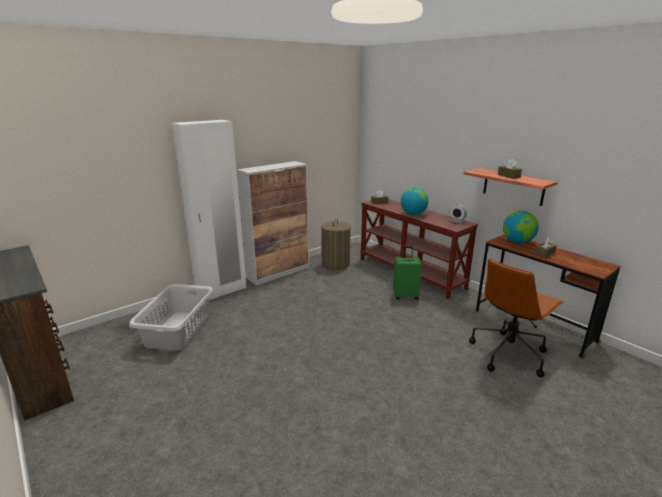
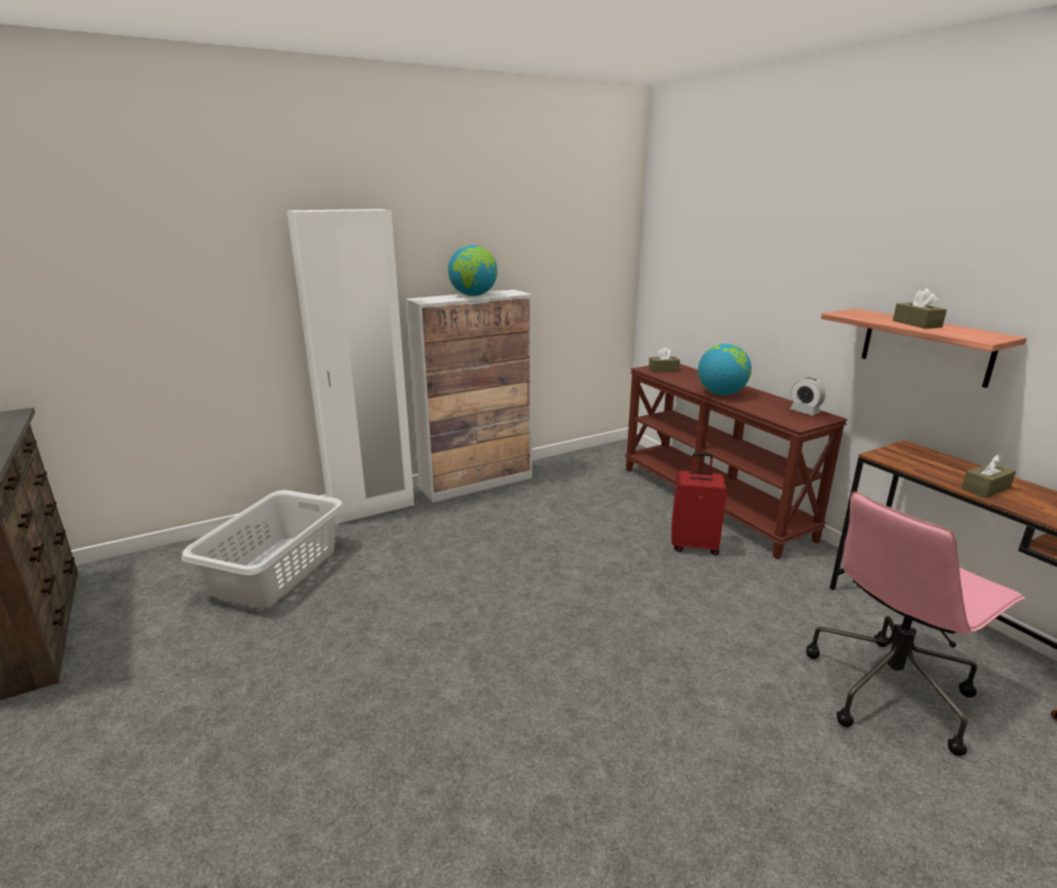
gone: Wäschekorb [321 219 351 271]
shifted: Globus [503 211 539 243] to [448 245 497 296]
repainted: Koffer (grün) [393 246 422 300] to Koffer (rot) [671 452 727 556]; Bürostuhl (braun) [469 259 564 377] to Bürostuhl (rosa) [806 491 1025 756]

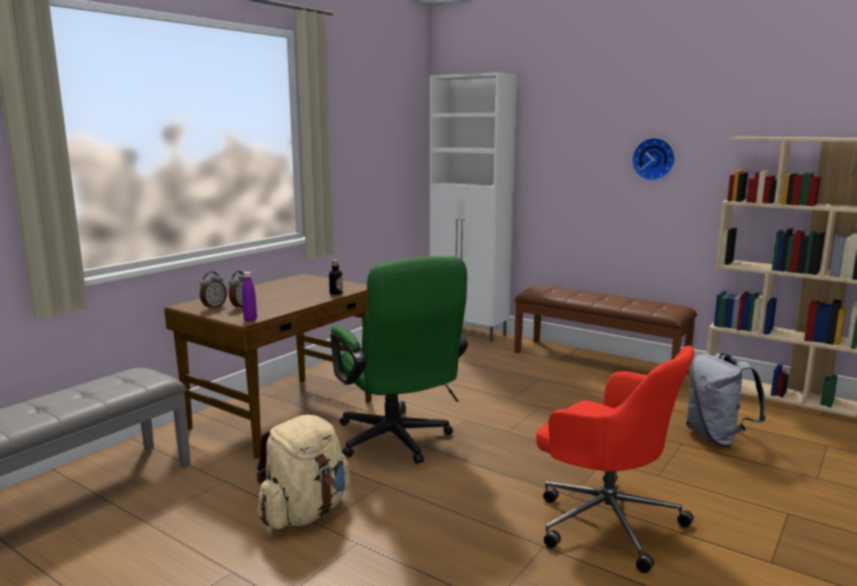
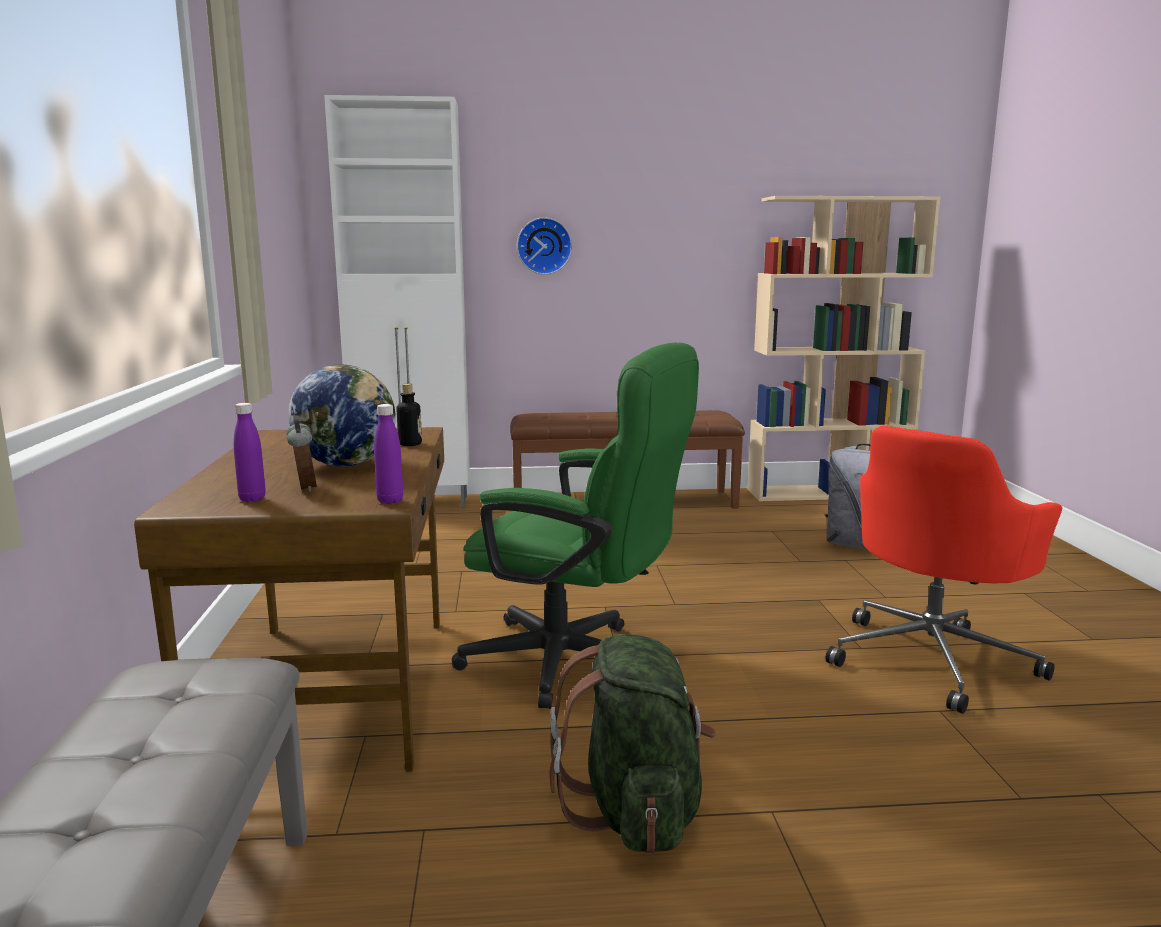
new: Globus [289 364 396 467]
shifted: Wanduhr [632 138 675 181] to [517 217 572 275]
swapped: Wecker [200 272 227 310] to Flasche (lila) [234 403 266 502]
repainted: Rucksack (beige) [256 415 350 529] to Rucksack (grün) [549 634 716 854]
rotated: Bürostuhl (rot) [536 346 694 573] = [826 426 1062 714] 135 degrees clockwise

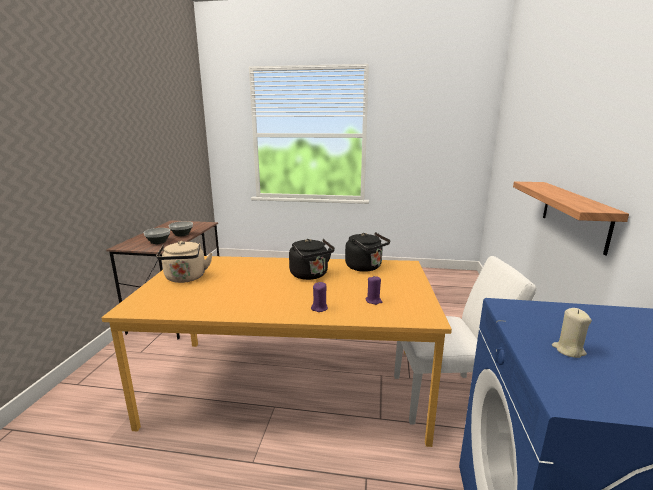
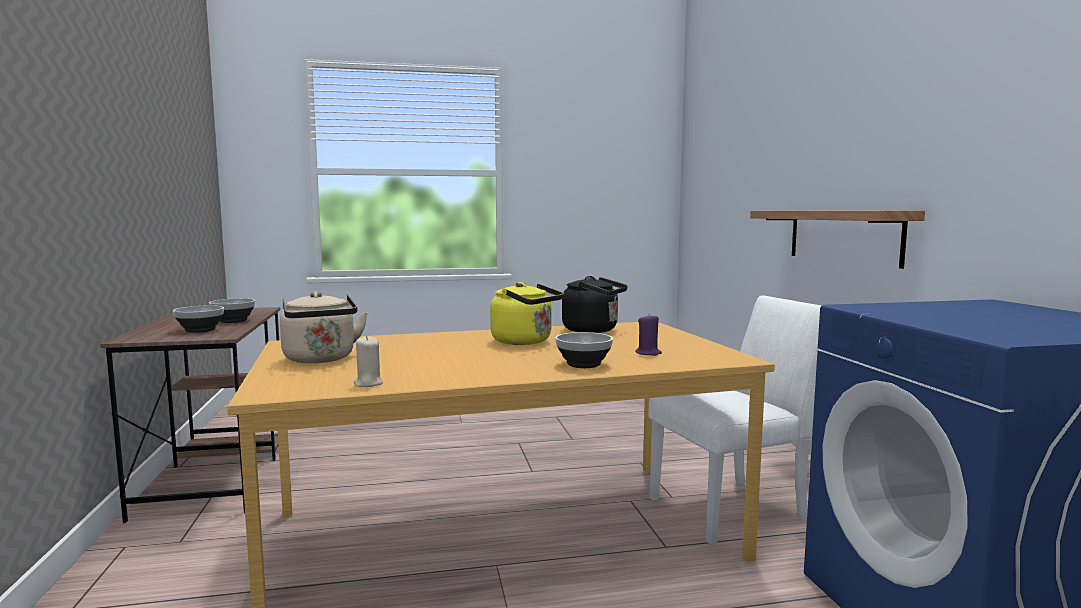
shifted: Kerze (beige) [552 308 592 358] to [354 336 383 387]
swapped: Kerze (lila) [311 282 328 312] to Schüssel [555 332 613 368]
repainted: Wasserkessel (schwarz) [289 239 335 280] to Wasserkessel (gelb) [490 282 564 345]

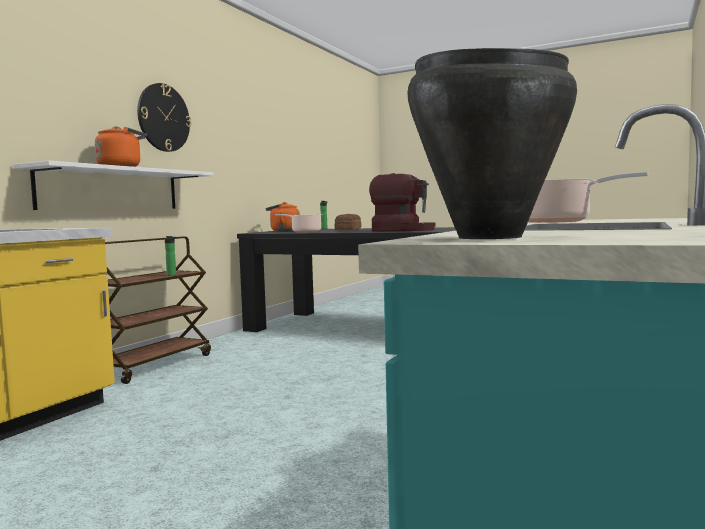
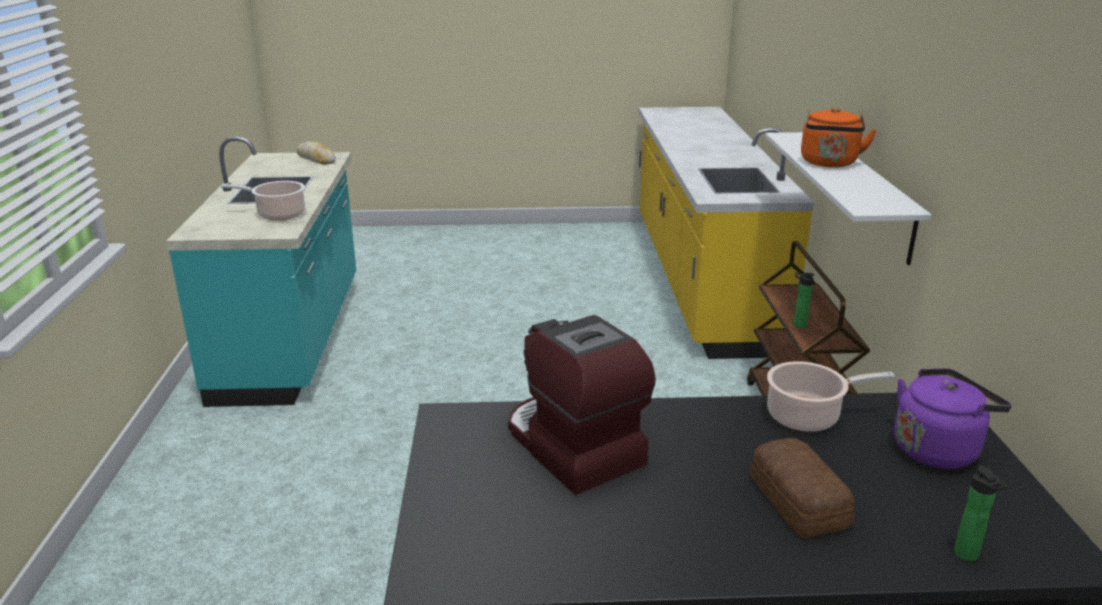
gone: Wanduhr [137 83 191 152]
swapped: Kochtopf (schwarz) [407 48 577 239] to Brot [297 141 336 165]
repainted: Wasserkessel (orange) [265 202 300 232] to Wasserkessel (lila) [894 368 1012 469]
rotated: Kaffeemaschine [369 173 436 231] = [508 315 656 495] 60 degrees clockwise

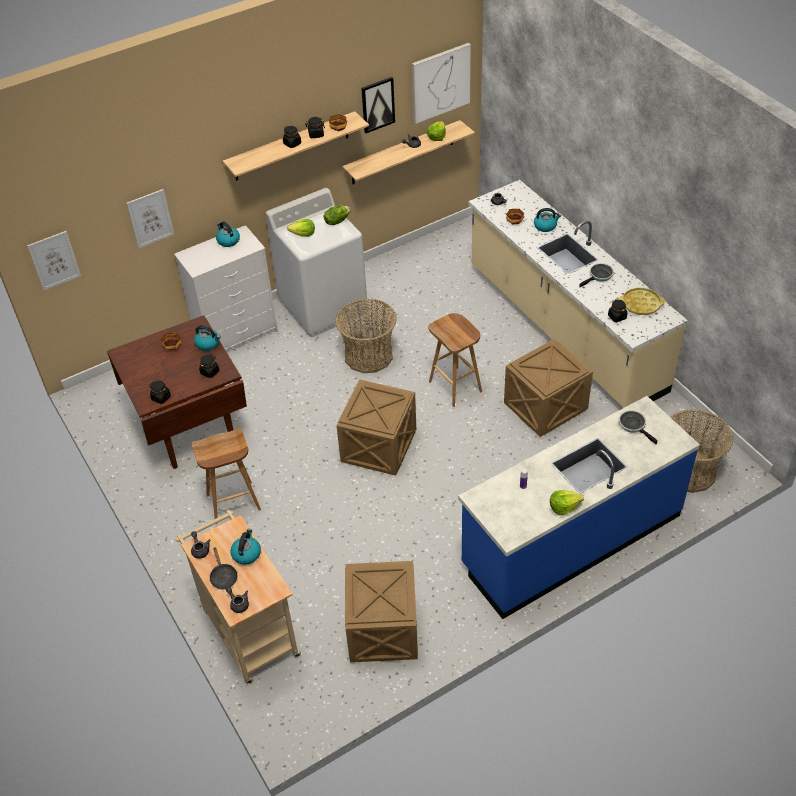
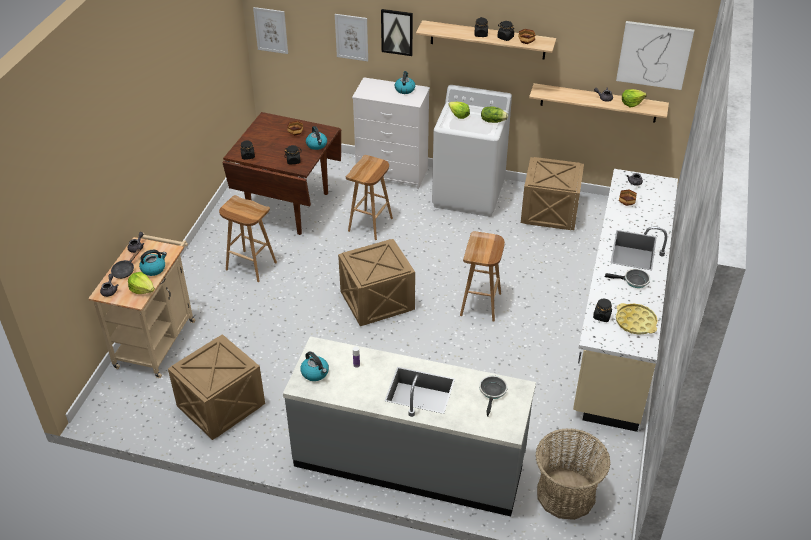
gone: Korb [335 298 397 373]
new: Hocker (braun) [346 155 393 240]
shifted: Bild [361 77 395 133] to [381 9 413 56]; Kiste [504 339 593 437] to [521 157 584 230]; Wasserkessel [534 208 561 232] to [300 351 329 381]; Salatkopf [550 490 584 515] to [128 272 155 294]
repainted: Küchenzeile (blau) [458 396 700 619] to Küchenzeile (grau) [283 336 536 517]

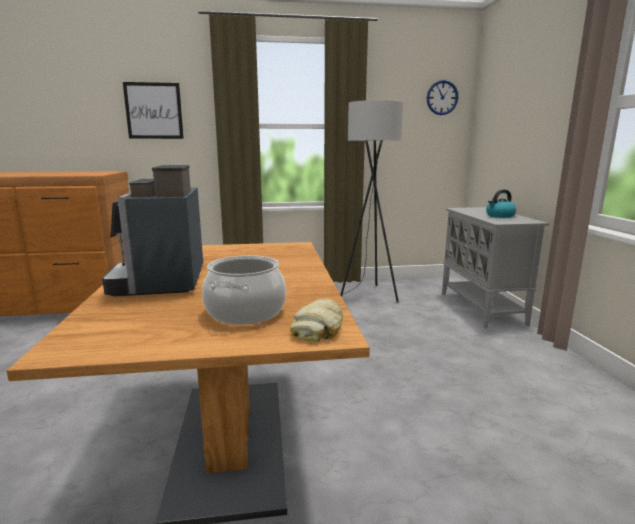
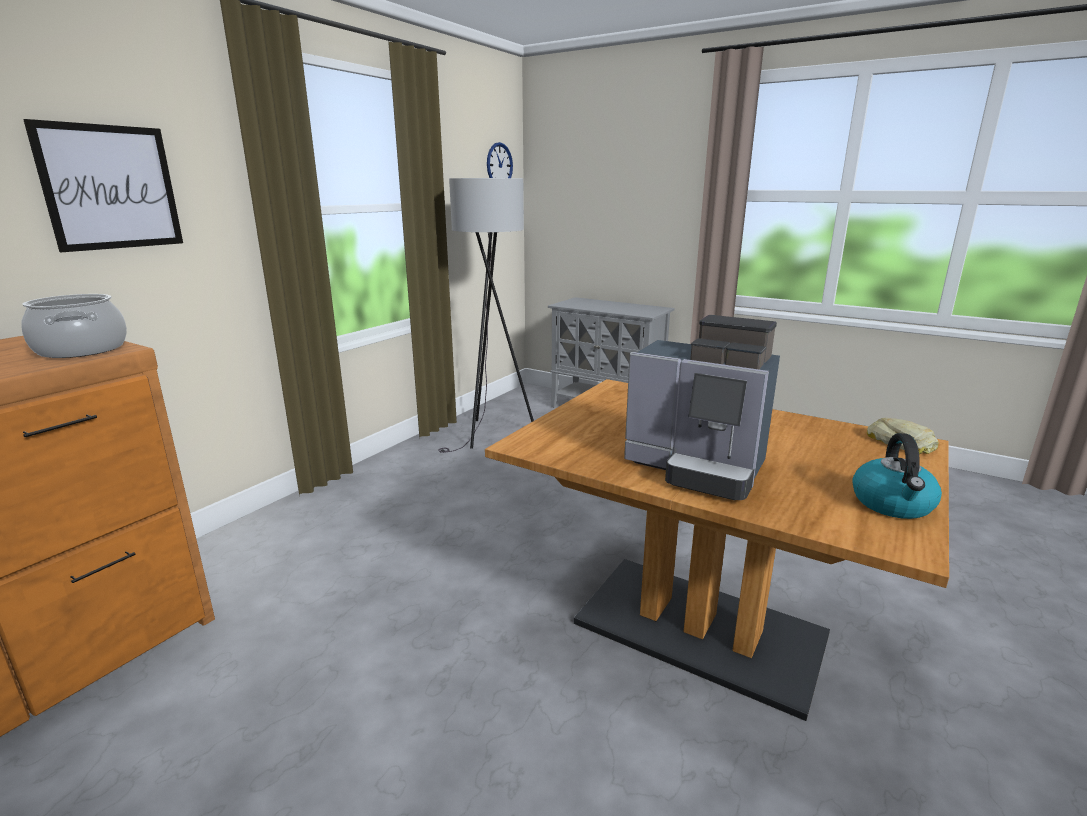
shifted: Kochtopf [202 255 286 325] to [21 294 127 358]; Wasserkessel [486 189 516 218] to [852 433 942 519]

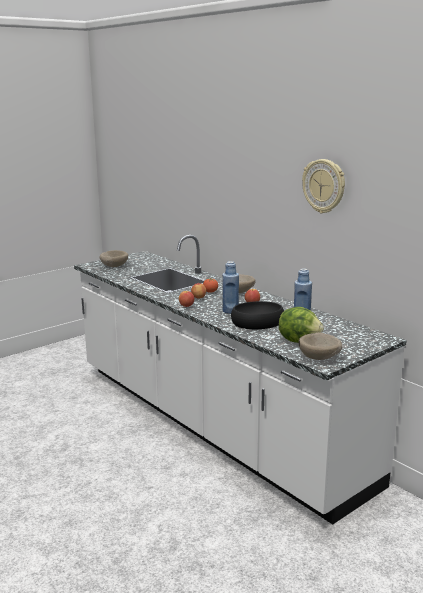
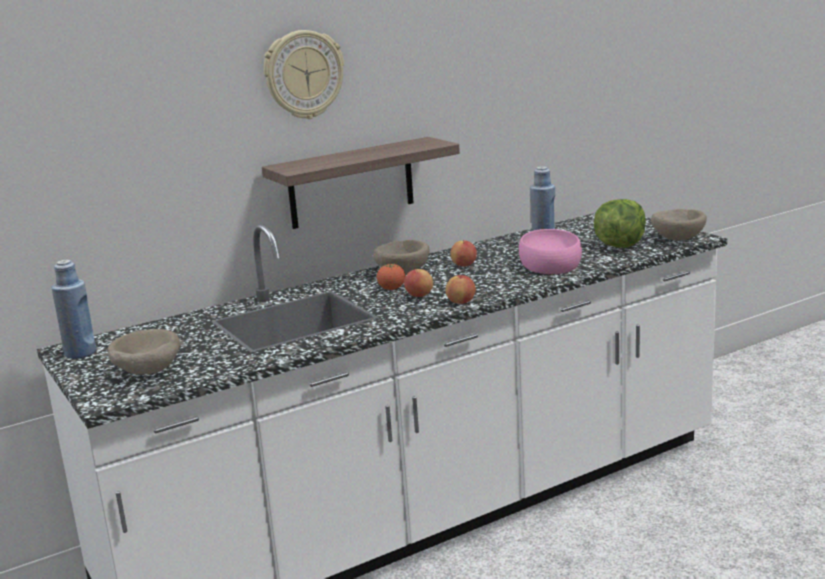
new: Wandregal [262 137 460 229]
shifted: Flasche (blau) [222 261 239 314] to [52 260 96 359]; Wanduhr [302 159 345 214] to [264 30 344 119]
repainted: Schüssel (schwarz) [231 301 284 329] to Schüssel (rosa) [519 229 582 274]

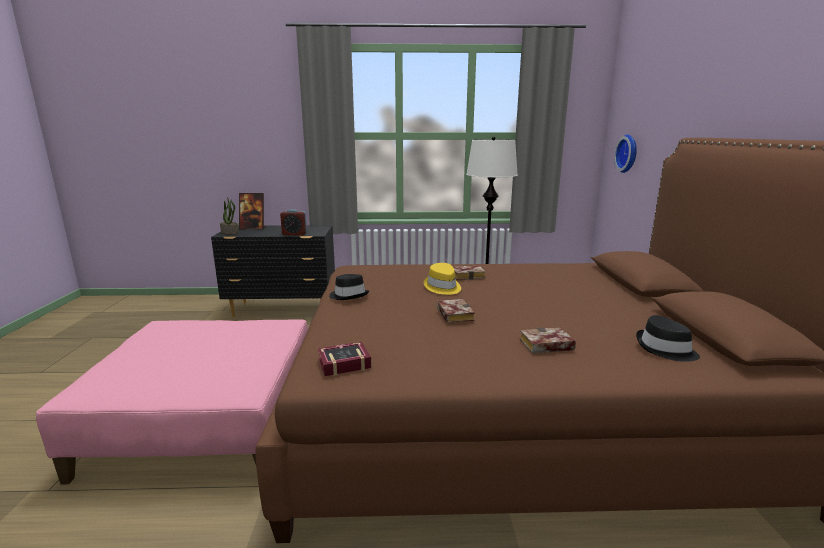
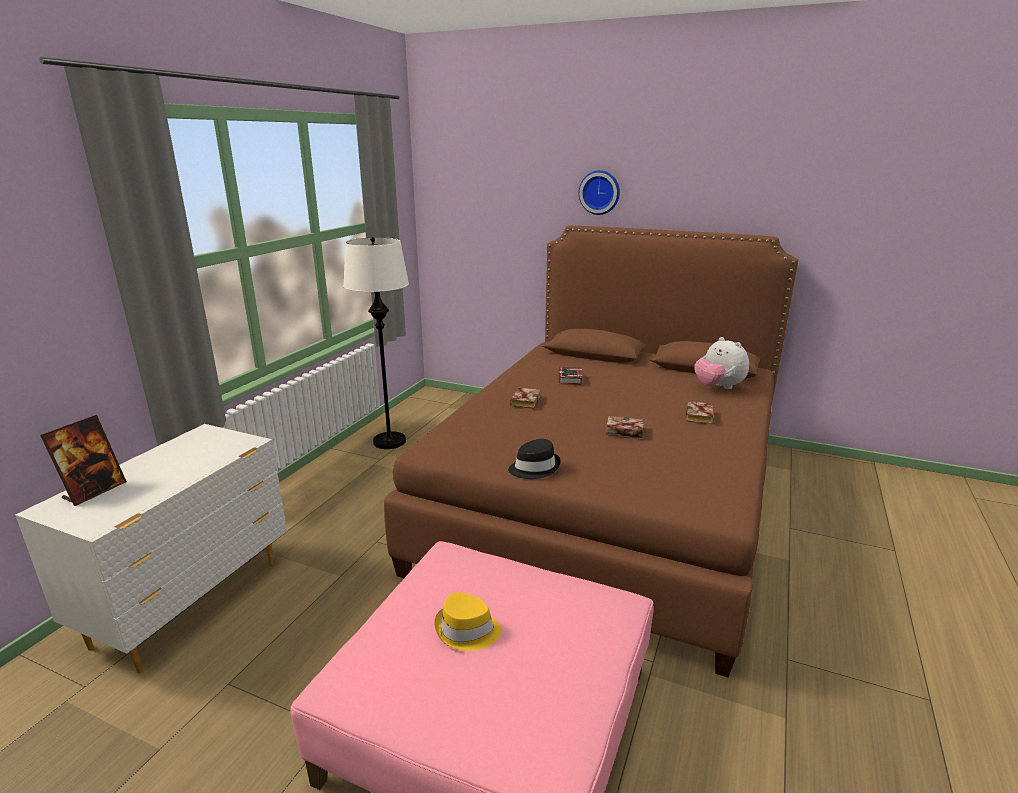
gone: Topfpflanze [220 197 239 234]; Wecker [280 209 307 236]
shifted: Buch [317 341 371 376] to [559 367 583 385]; Hut (gelb) [424 263 461 295] to [434 592 502 651]; Wanduhr [614 134 637 173] to [579 170 620 215]
swapped: Hut (schwarz) [636 315 700 362] to Plüschtier [694 337 749 389]
repainted: Kommode (schwarz) [211 225 335 317] to Kommode (weiß) [15 424 287 673]

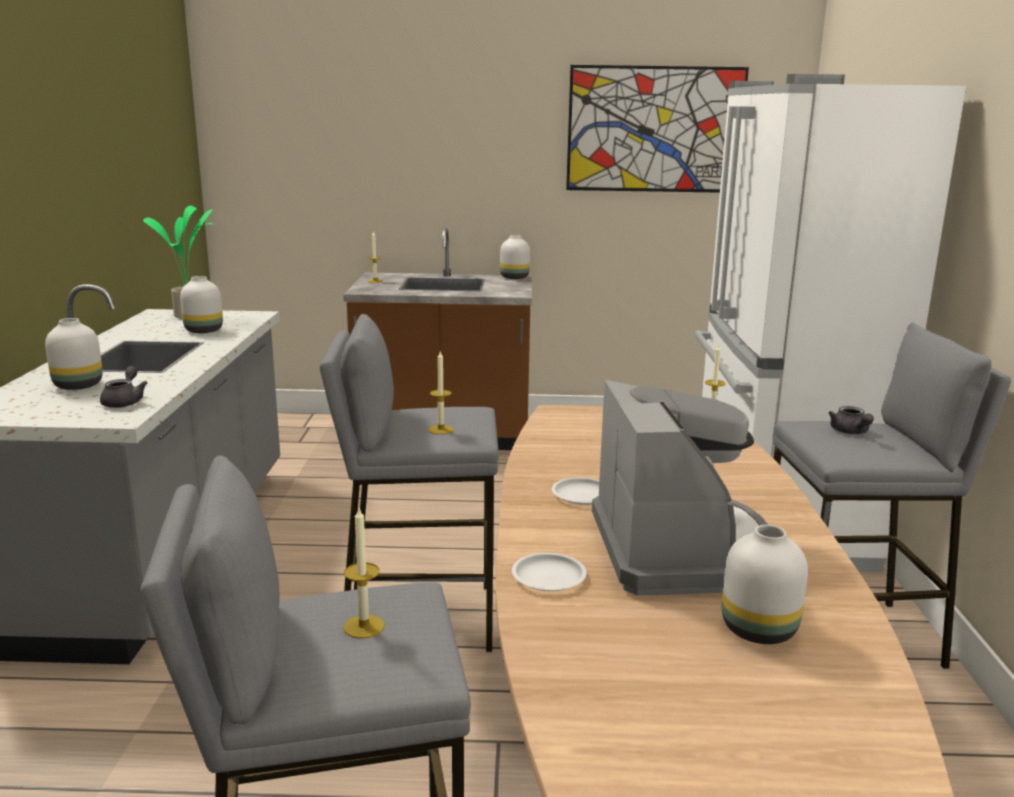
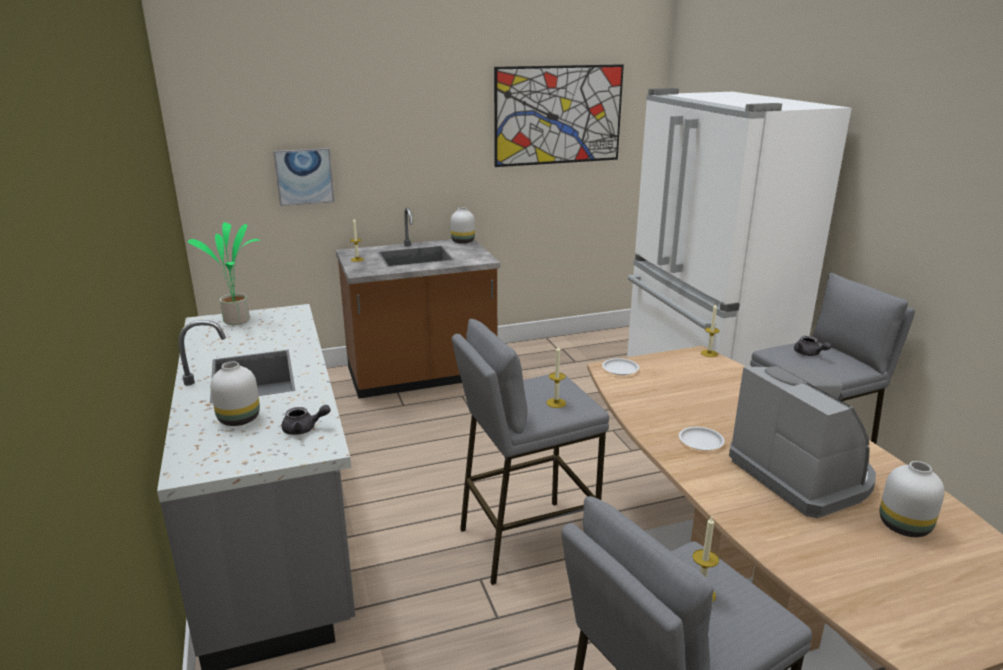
gone: Vase (weiß) [180 276 223 333]
new: Bild [273 148 334 206]
shifted: Teller (weiß) [512 553 586 591] to [602 358 639 375]
rotated: Teekanne (grau) [100 366 148 408] = [282 405 331 435] 105 degrees clockwise

